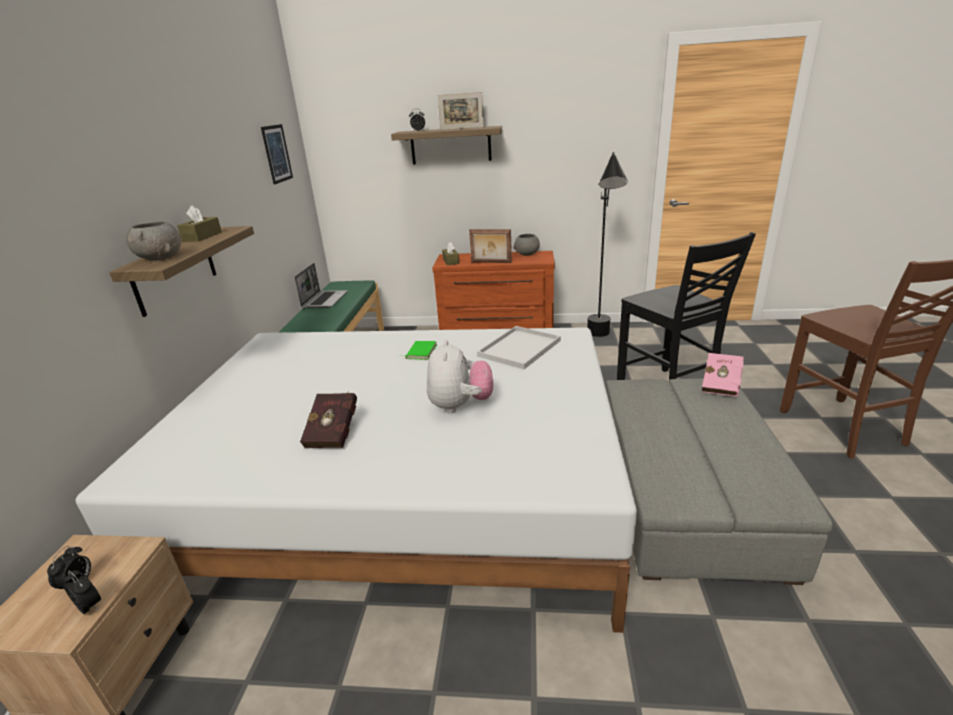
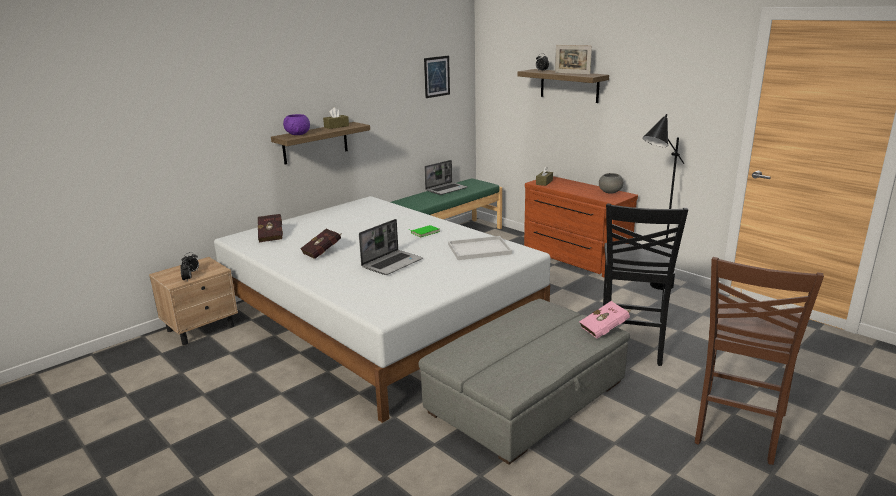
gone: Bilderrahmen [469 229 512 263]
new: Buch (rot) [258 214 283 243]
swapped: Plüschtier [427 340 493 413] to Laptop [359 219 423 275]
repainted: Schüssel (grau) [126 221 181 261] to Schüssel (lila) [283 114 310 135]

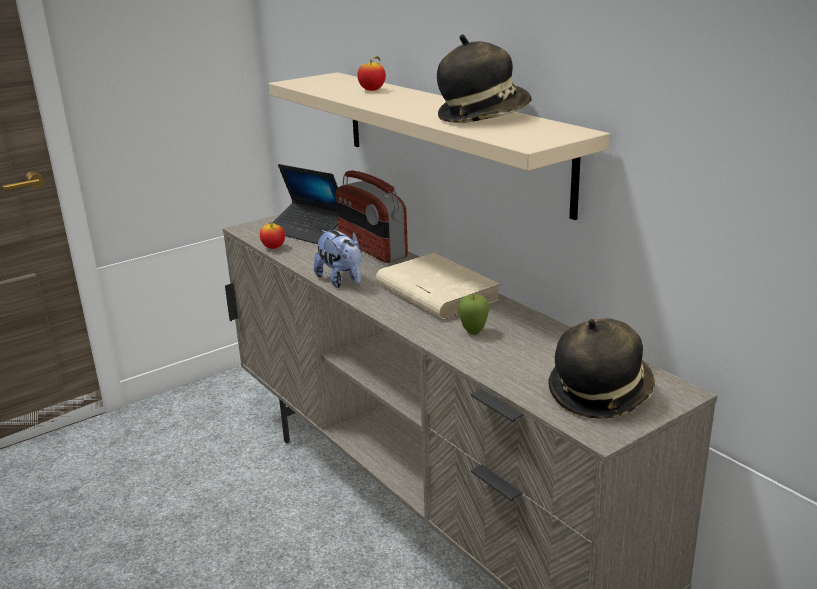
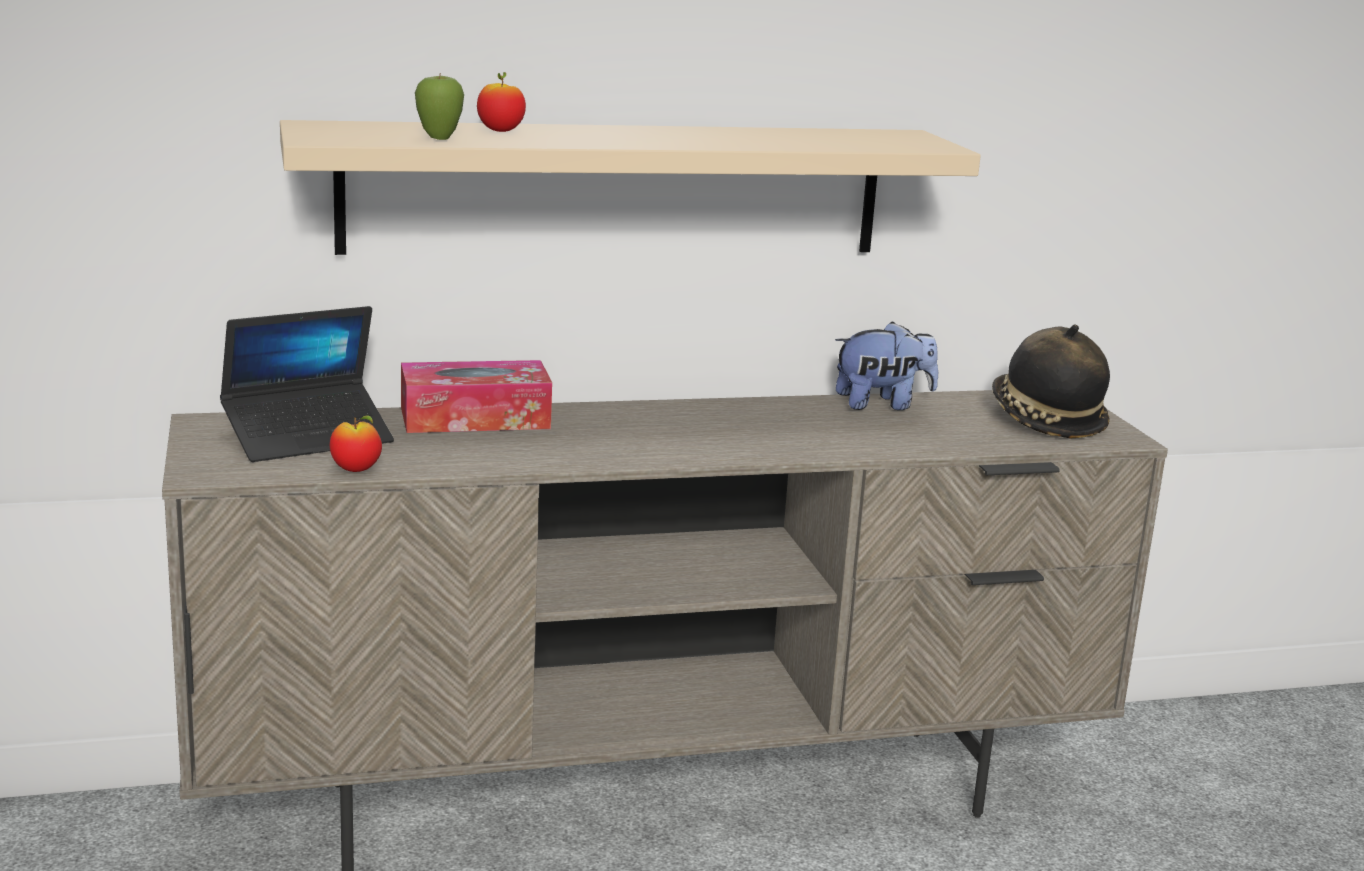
gone: Buch (beige) [376 253 501 319]; Hut [437 34 532 123]
shifted: Plüschtier [314 230 361 288] to [835 321 938 410]; Apfel [458 294 489 335] to [415 73 464 140]
swapped: Radio [336 170 408 263] to Taschentuchbox [401 360 552 433]

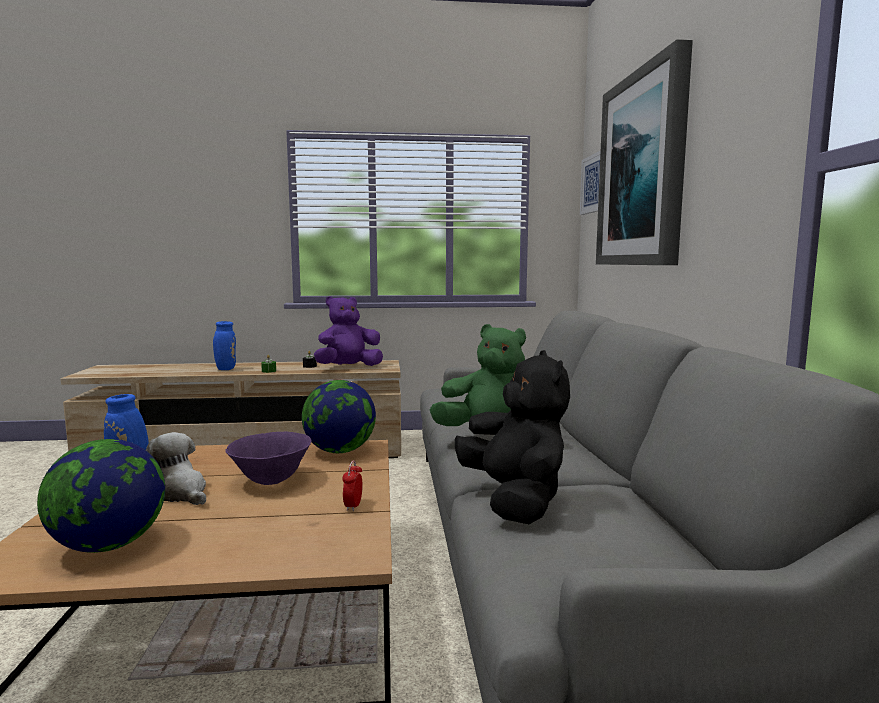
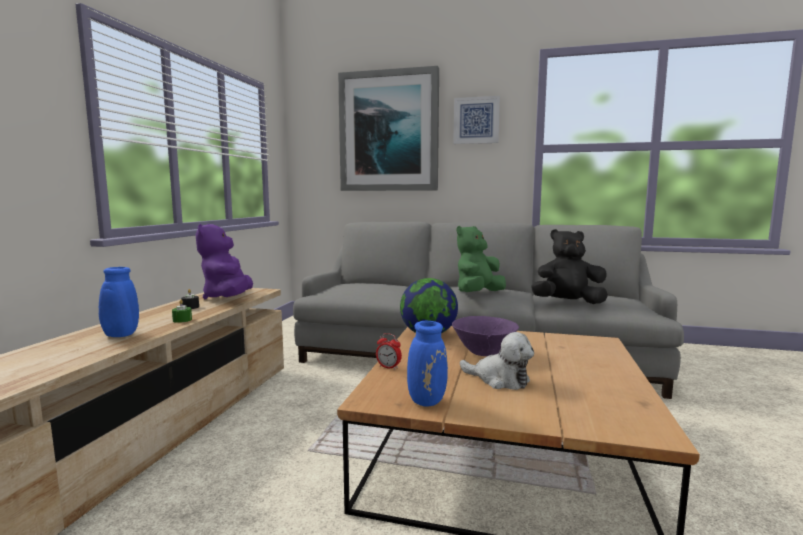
gone: Globus [37 439 165 553]
shifted: Wecker [342 460 363 511] to [376 333 402 369]; Bild [580 150 601 215] to [453 96 500 144]
rotated: Plüschtier [146 432 206 505] = [460 332 534 390] 120 degrees counterclockwise

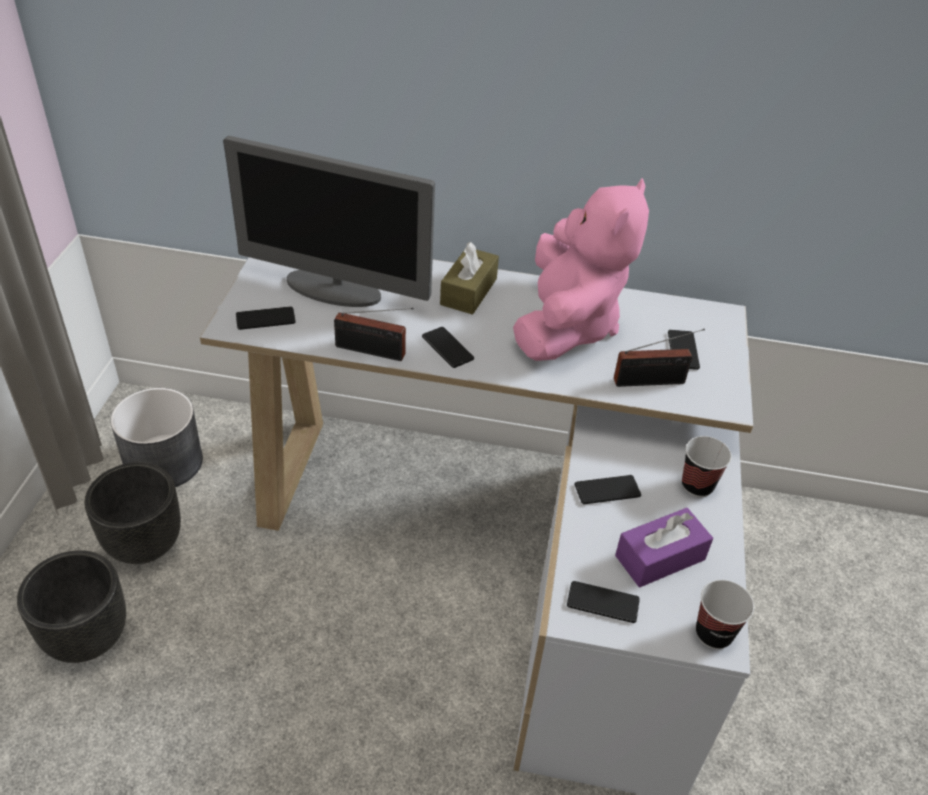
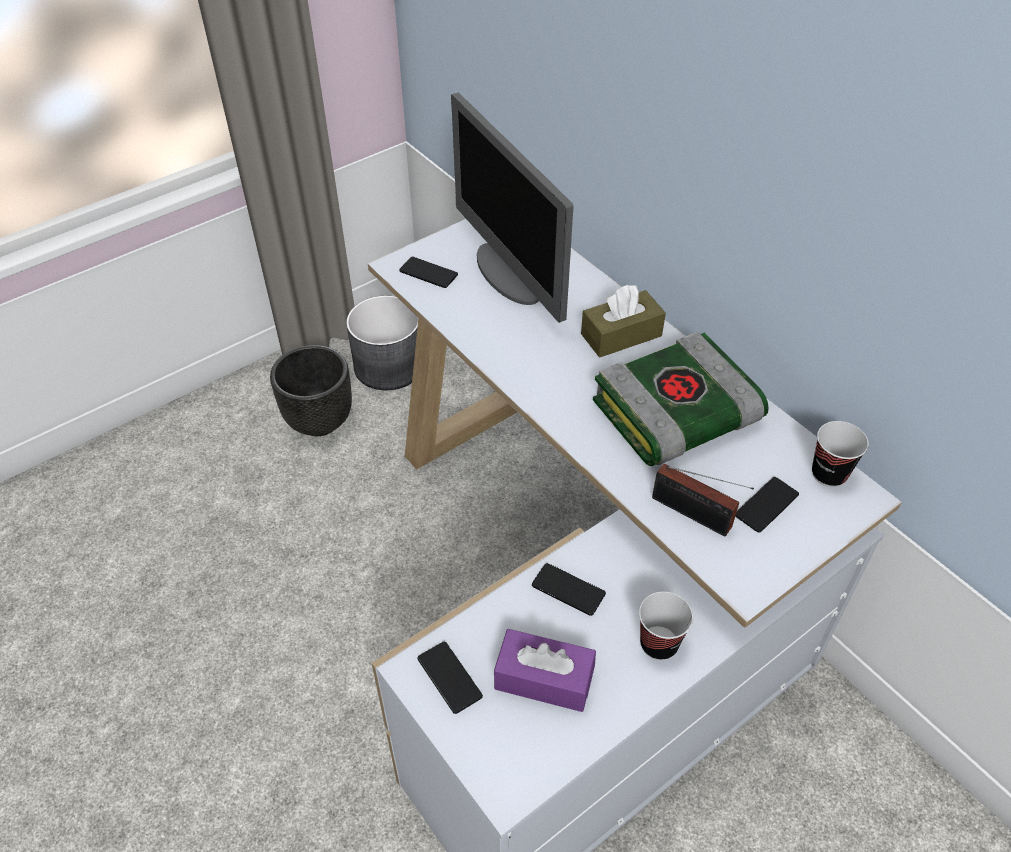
gone: Pflanzkübel (schwarz) [17 550 126 663]; Radio [334 308 414 361]; Handy [422 327 474 368]
shifted: Tasse [696 580 754 649] to [812 421 869 487]
swapped: Plüschtier (rosa) [513 178 649 361] to Buch [593 332 769 466]

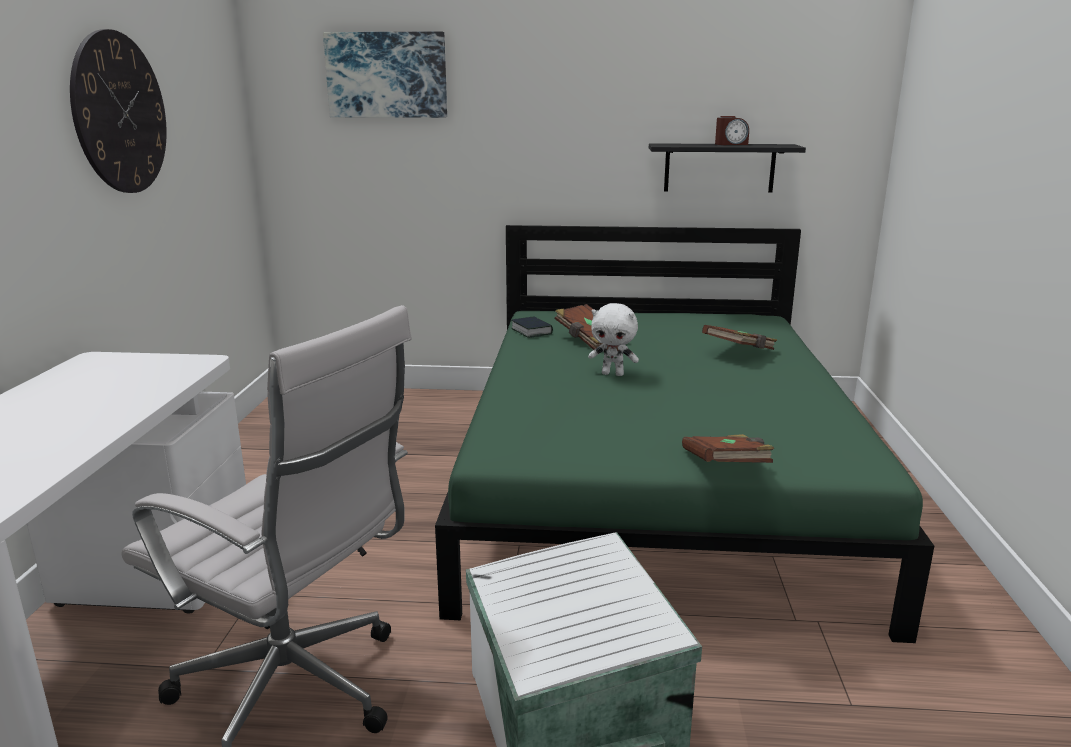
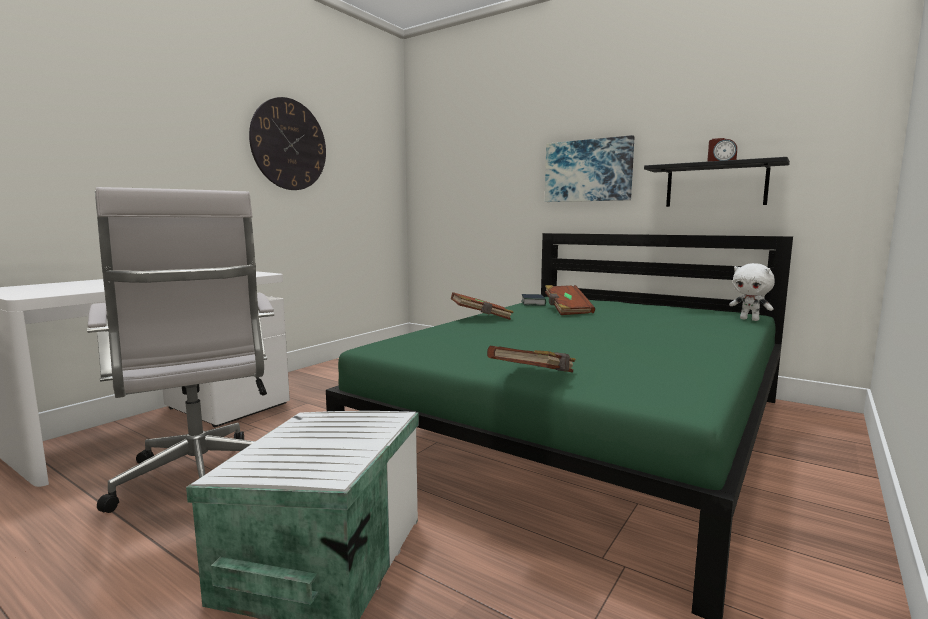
shifted: Bild [323 31 447 118] to [545 135 634 202]; Plüschtier (weiß) [588 303 639 376] to [729 263 775 321]; Buch (braun) [702 325 777 350] to [451 292 514 320]

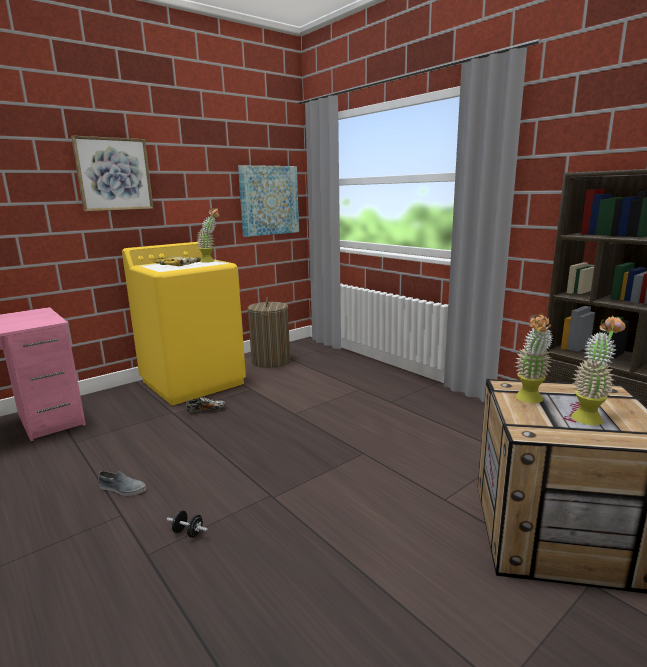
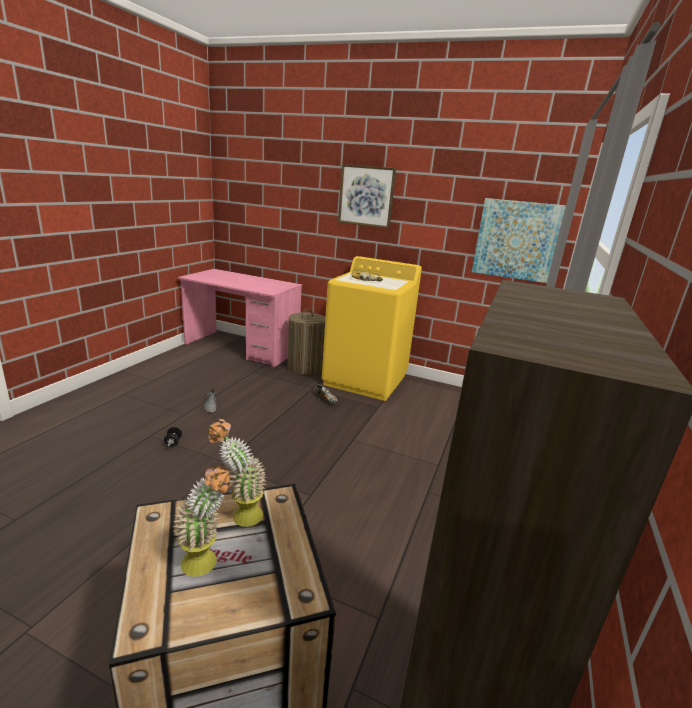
gone: Topfpflanze [197 208 219 263]
shifted: Wäschekorb [247 297 290 368] to [285 309 325 375]

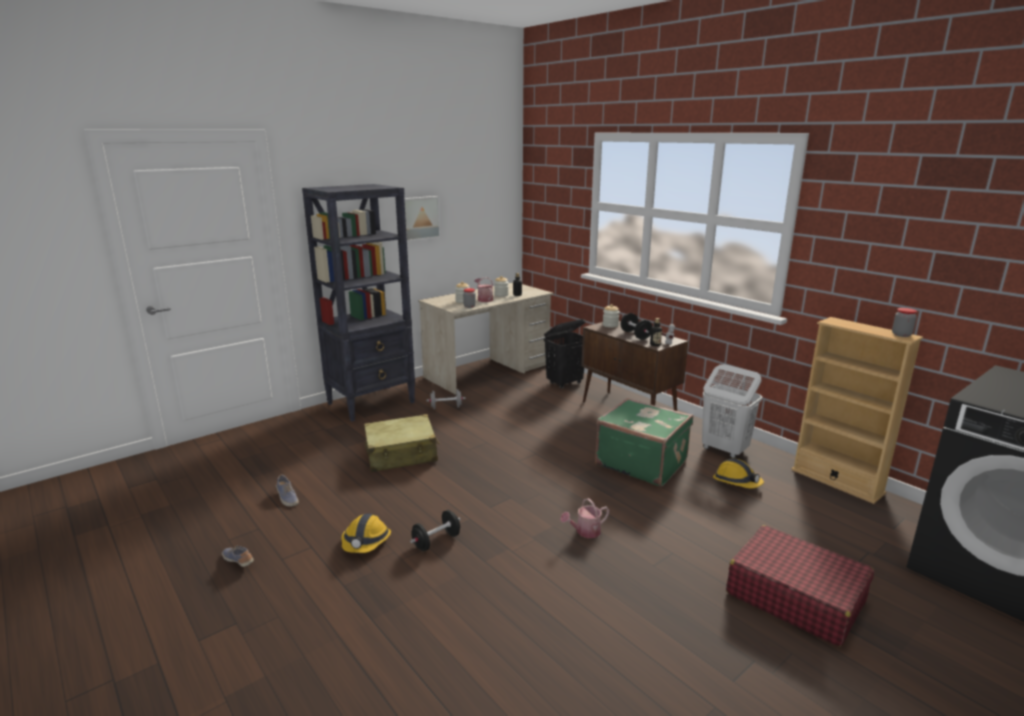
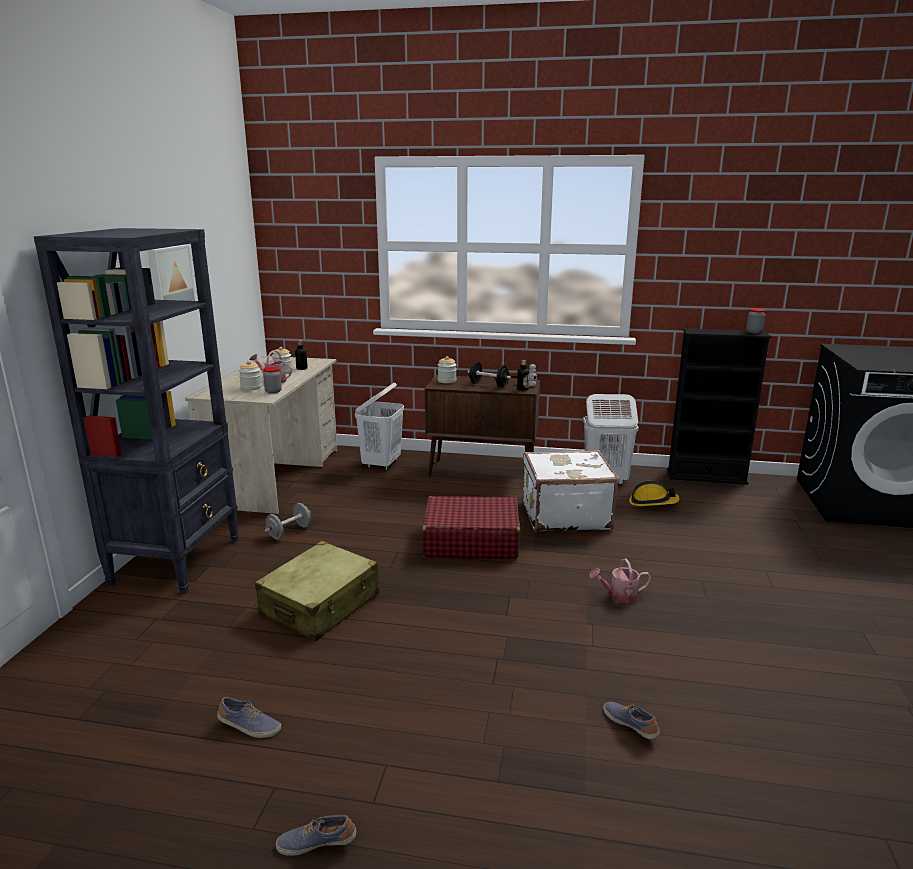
gone: Schutzhelm [341 514 391 553]; Hantel (schwarz) [410 510 460 551]
new: Schuh [603 702 660 739]
shifted: Koffer (rot) [726 525 874 646] to [422 496 520 559]
repainted: Wäschekorb (schwarz) [544 319 586 388] to Wäschekorb (weiß) [355 383 404 470]; Koffer (grün) [595 398 693 487] to Koffer (weiß) [523 450 619 532]; Bücherregal (beige) [791 317 923 504] to Bücherregal (schwarz) [667 328 771 485]
rotated: Gießkanne [560 498 610 538] = [589 558 652 604] 60 degrees clockwise

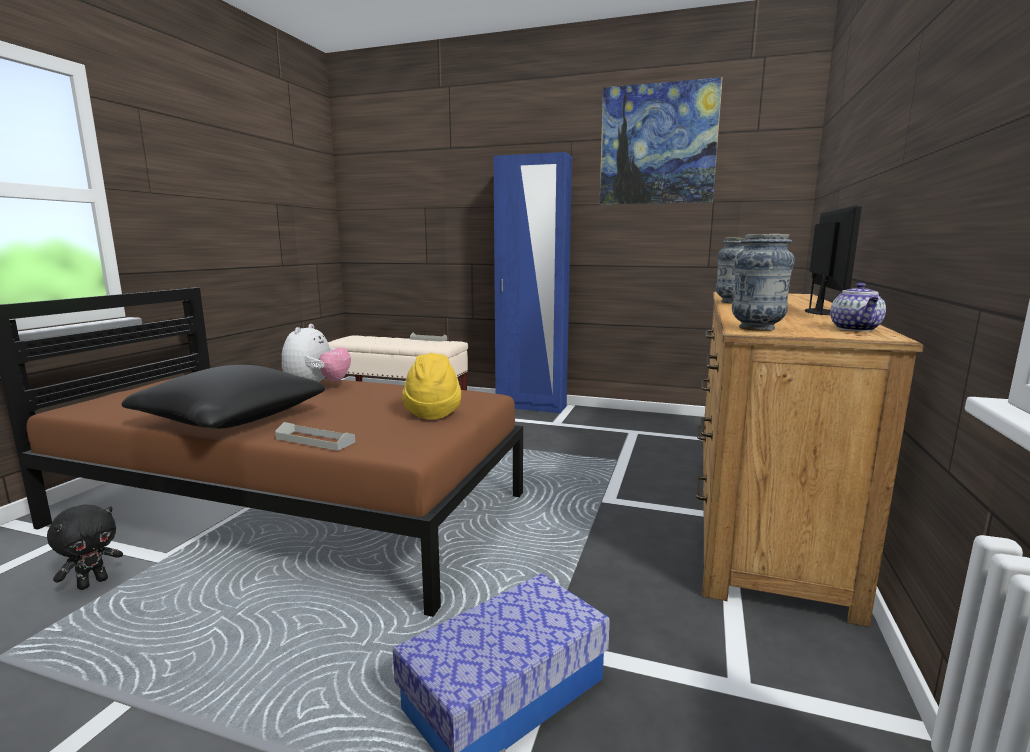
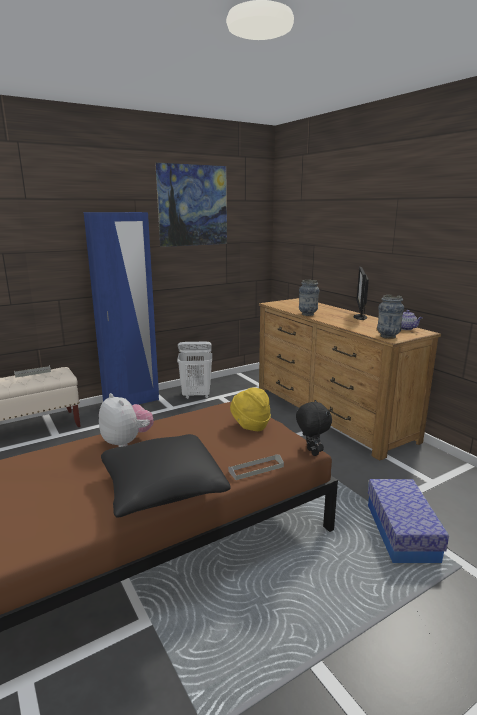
new: Wäschekorb (weiß) [177 341 212 399]
shifted: Plüschtier (schwarz) [47 504 123 590] to [296 400 332 456]
rotated: Monitor [805 205 862 315] = [354 267 369 320] 135 degrees counterclockwise

